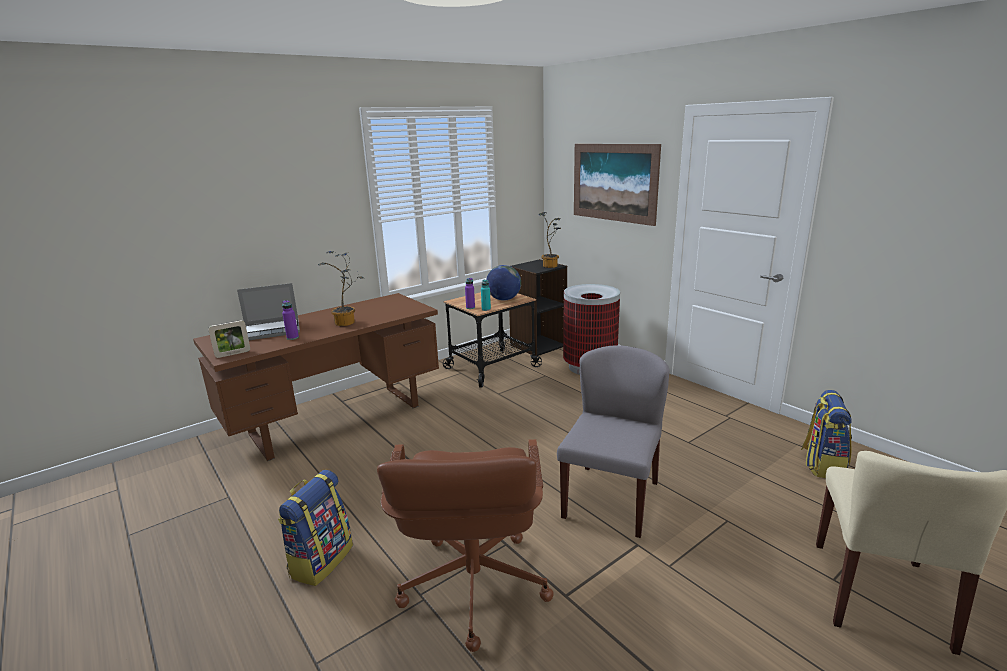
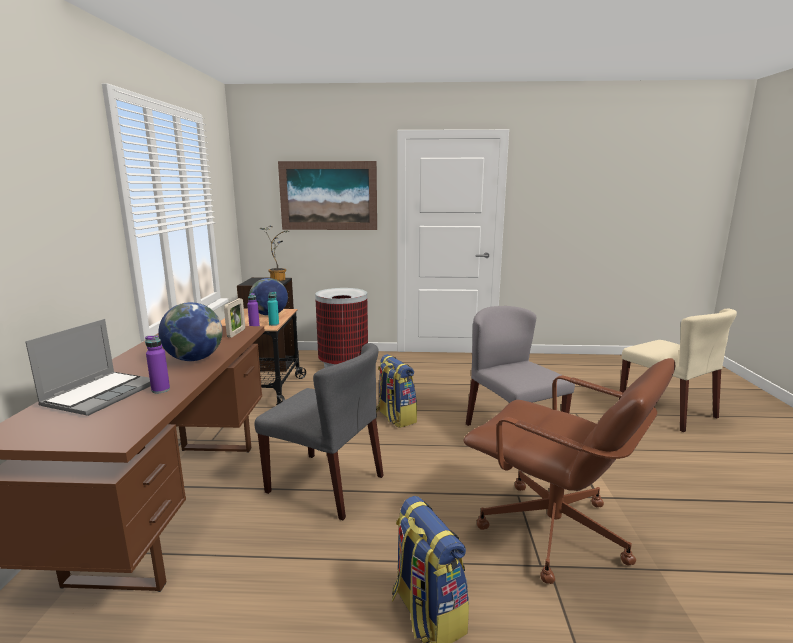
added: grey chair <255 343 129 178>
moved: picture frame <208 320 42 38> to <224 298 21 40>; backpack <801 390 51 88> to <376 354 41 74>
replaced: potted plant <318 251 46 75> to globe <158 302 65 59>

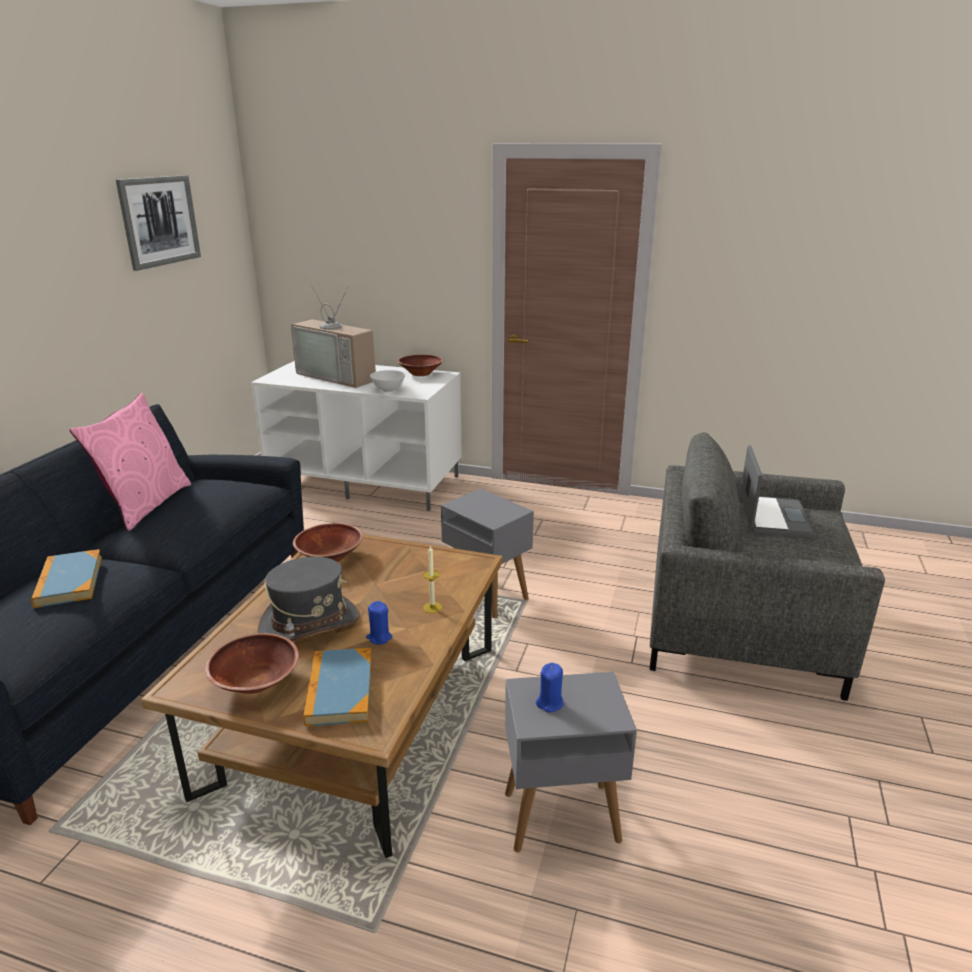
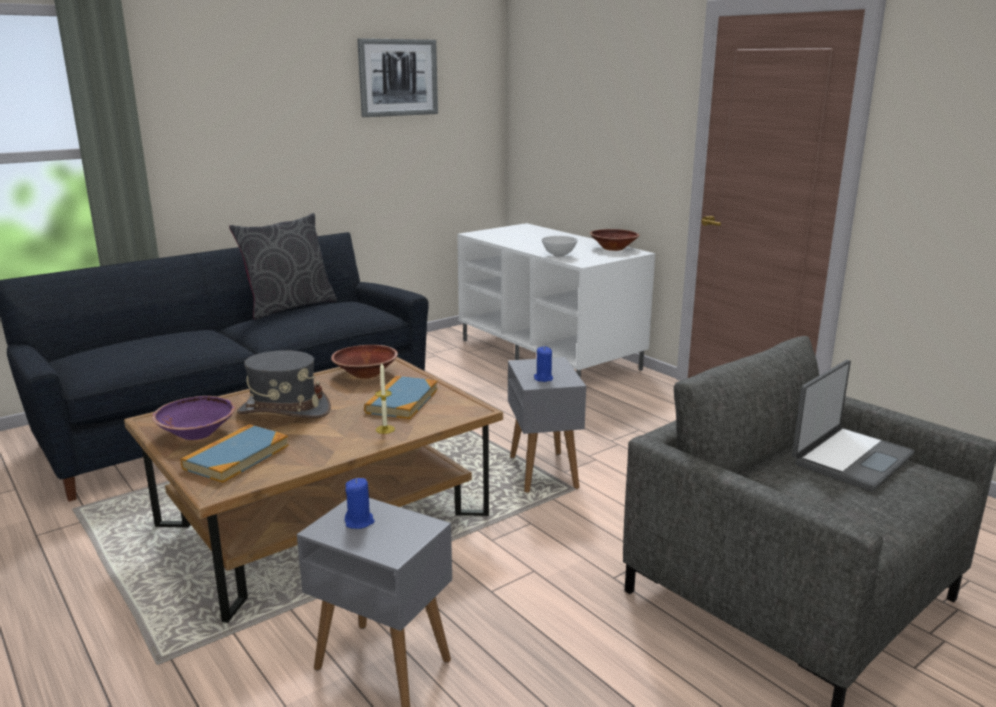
removed: television <291 280 85 108>
moved: book <31 549 71 59> to <364 376 74 43>; blue candle <366 601 26 44> to <534 346 19 36>
recoloured: pink pillow <70 393 121 138> to grey pillow <229 213 108 107>; brown bowl <205 633 94 61> to purple bowl <152 396 84 44>

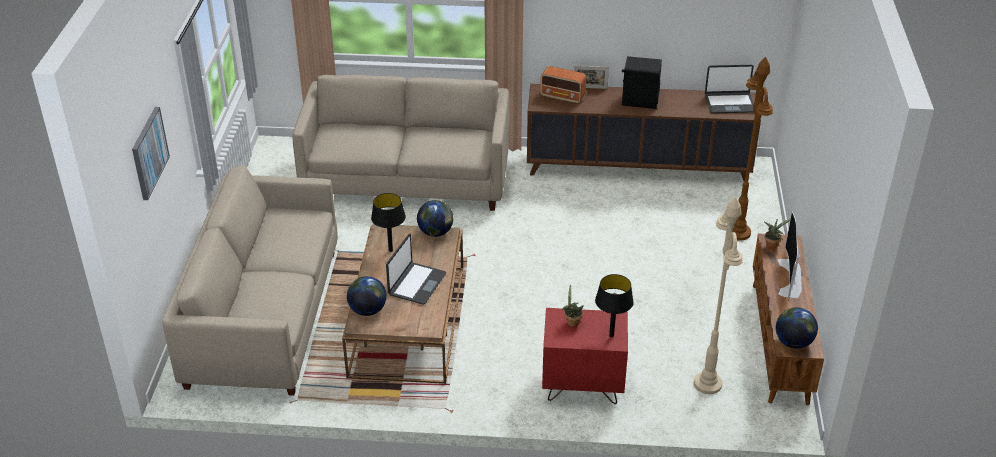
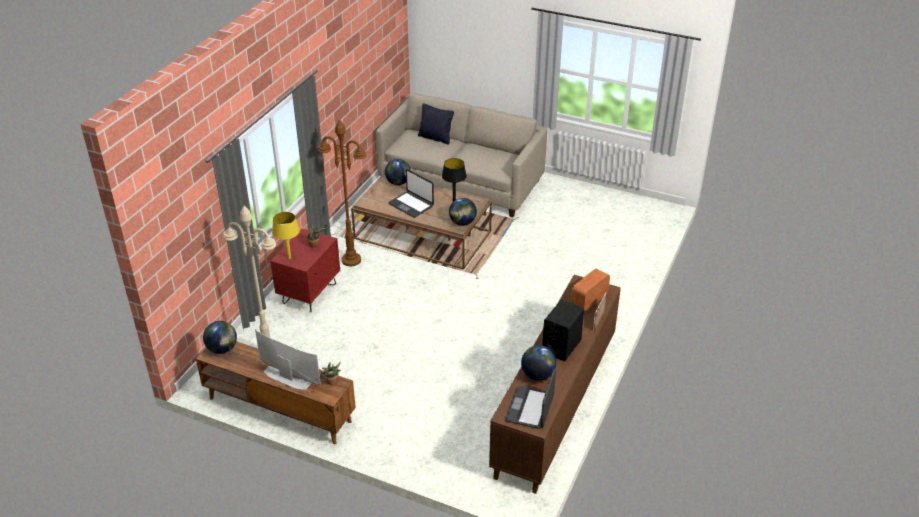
removed: beige sofa <292 75 217 136>; picture <132 107 38 93>
added: black pillow <418 103 36 42>; globe <521 345 35 36>
moved: brown floor lamp <733 57 40 184> to <318 120 48 146>
recoloured: black table lamp <595 274 39 63> to yellow table lamp <272 212 28 47>

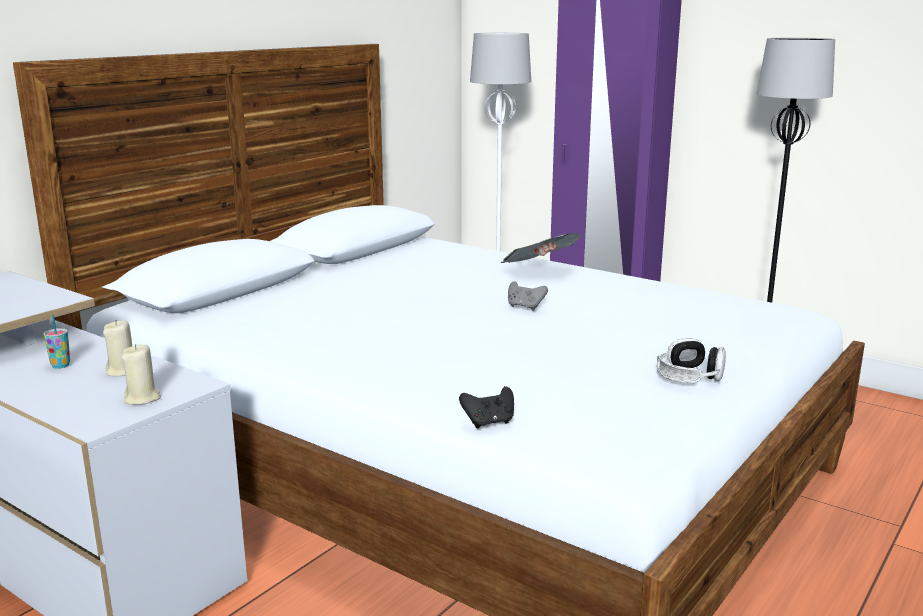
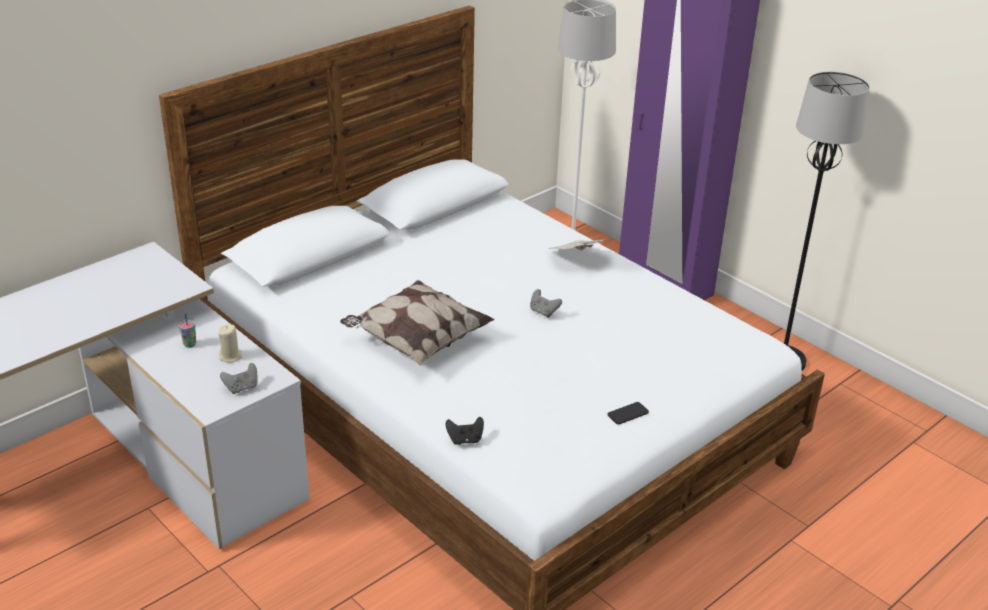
added: pillow <340 280 155 86>
replaced: headphones <657 338 69 45> to phone <608 402 41 23>; beige candle <122 344 39 61> to grey game controller <220 363 37 31>

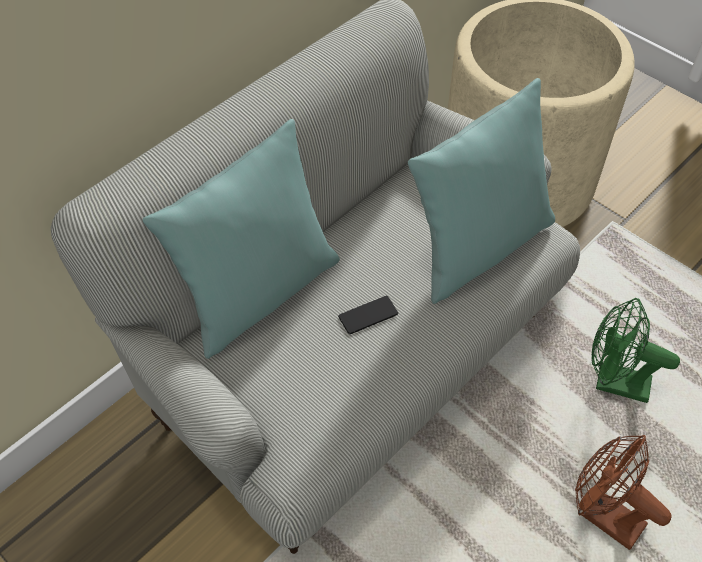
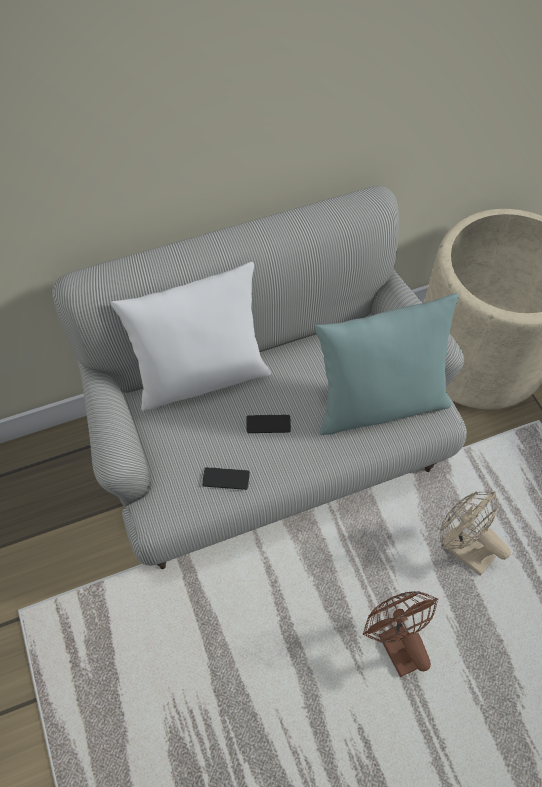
added: phone <202 467 48 23>
recoloured: turquoise pillow <142 119 198 240> to white pillow <111 262 160 149>; green fan <591 298 89 105> to beige fan <440 491 71 85>

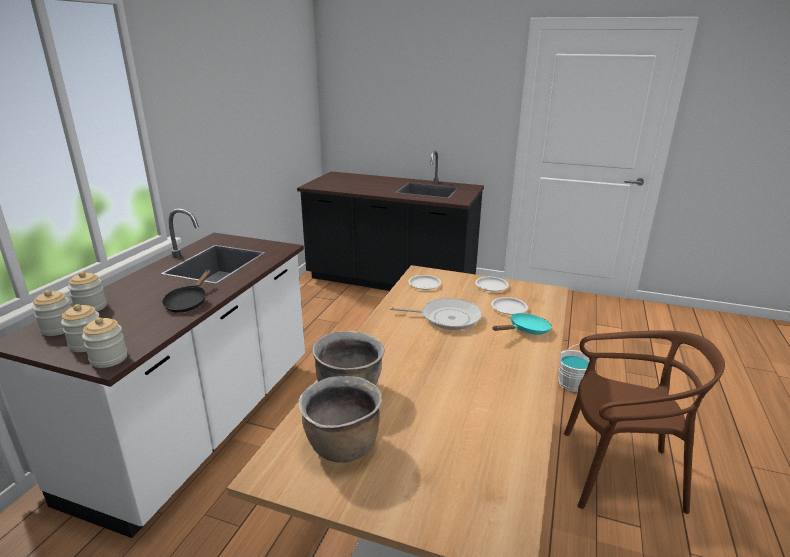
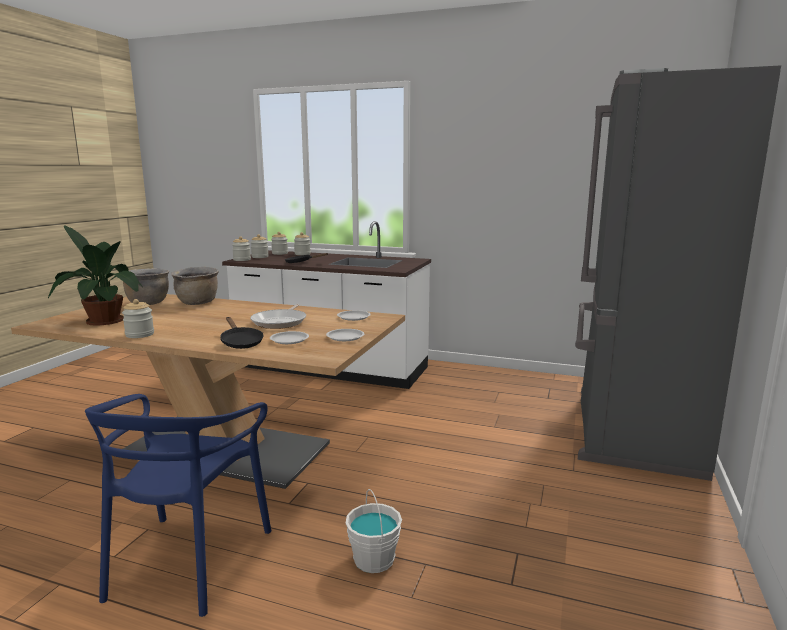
added: potted plant <48 226 95 100>; jar <122 299 32 39>
replaced: black counter <297 151 187 140> to grey fridge <575 65 206 416>
recoloured: turquoise frying pan <492 313 60 22> to black frying pan <220 317 43 32>; brown chair <564 330 161 184> to blue chair <85 394 186 223>

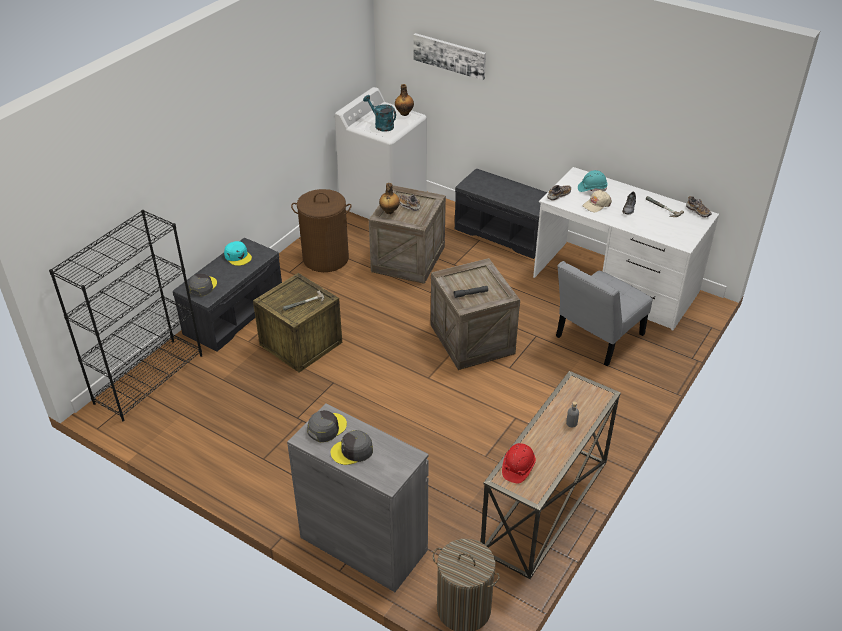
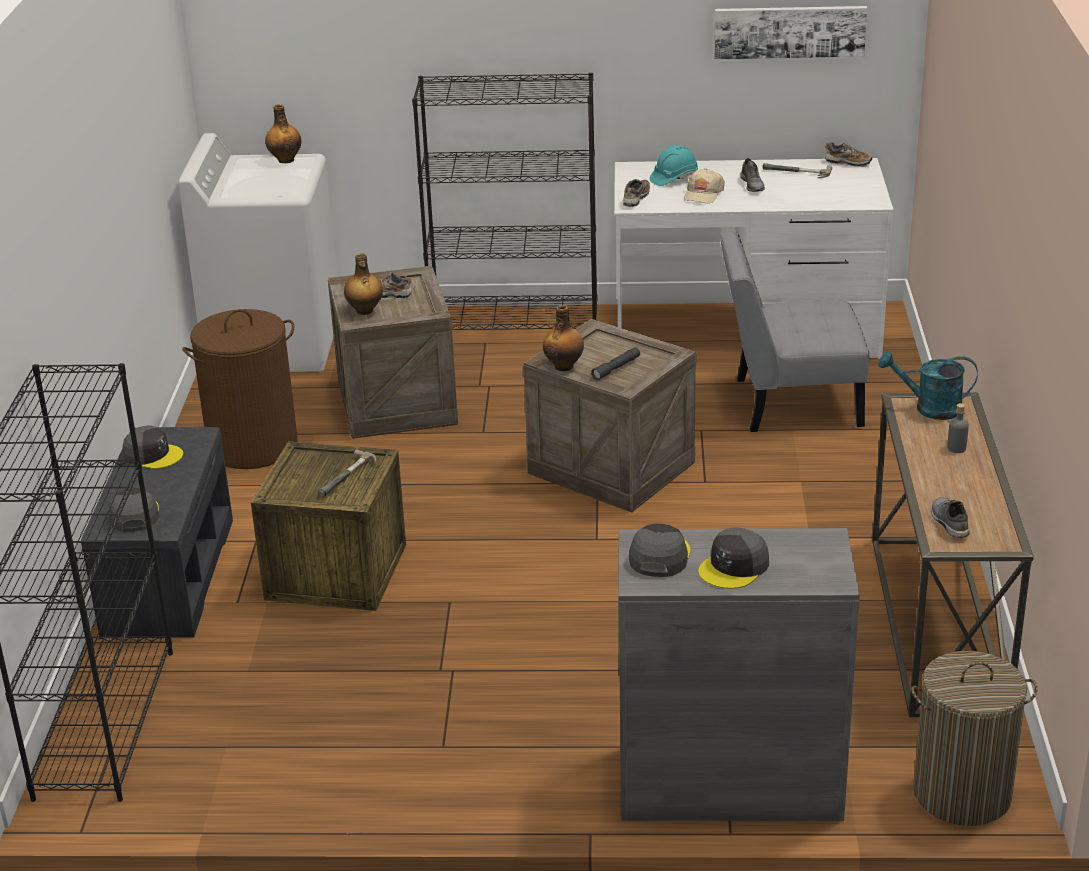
added: bottle <543 305 41 66>
moved: picture <413 33 73 47> to <714 6 153 53>; turquoise watering can <363 95 33 37> to <878 351 100 69>
replaced: grey bench <455 169 92 90> to black bookcase <412 73 186 257>; red hard hat <502 443 34 40> to grey shoe <931 497 39 41>
recoloured: turquoise cap <224 241 28 25> to grey cap <122 425 61 44>
turned: grey chair <556 261 96 105> = <720 229 149 203> 75 degrees clockwise

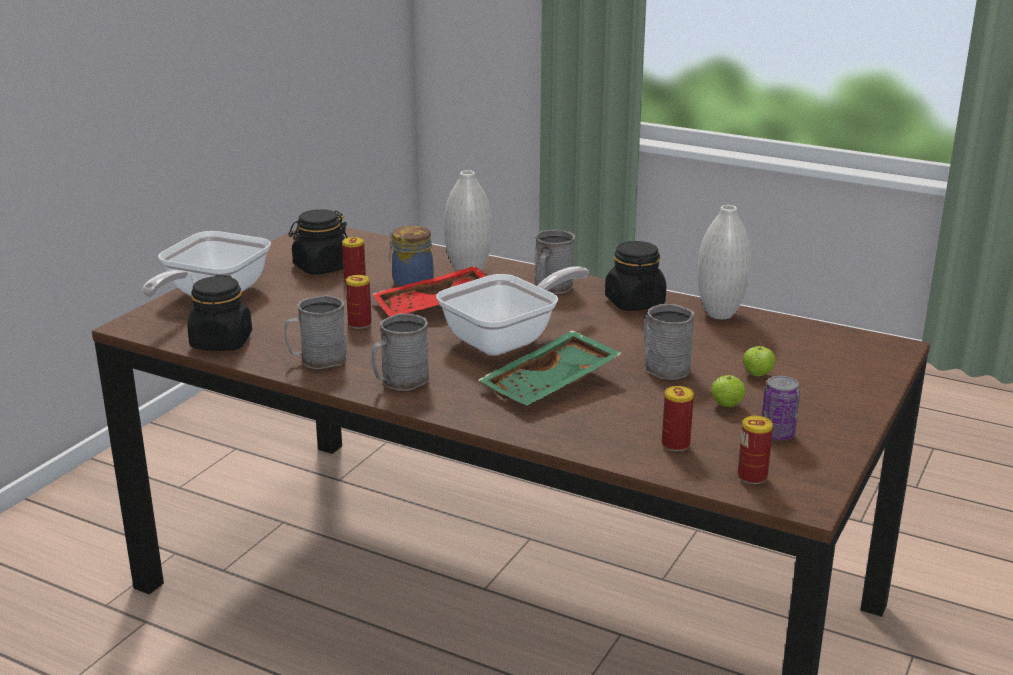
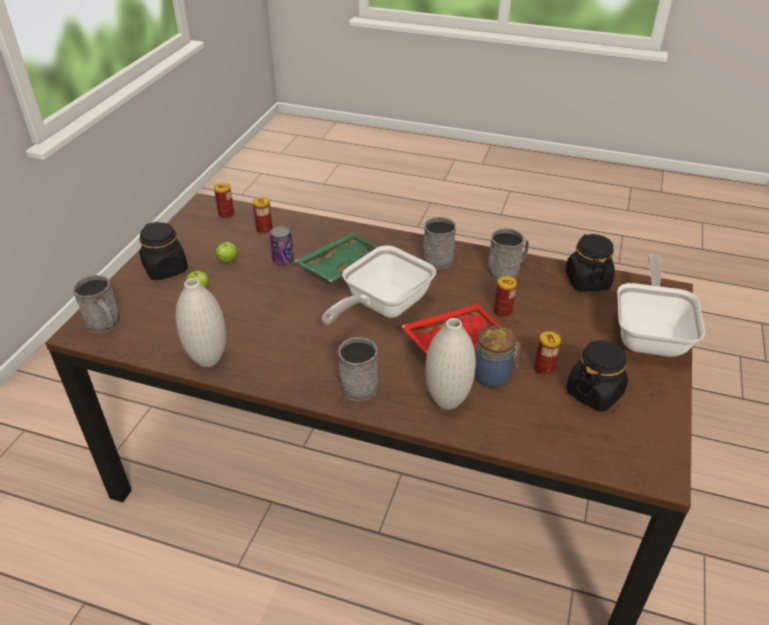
moved: black jar <605 241 61 70> to <139 221 49 59>; grey mug <644 304 50 76> to <72 275 49 58>; can <762 376 38 65> to <270 226 24 39>

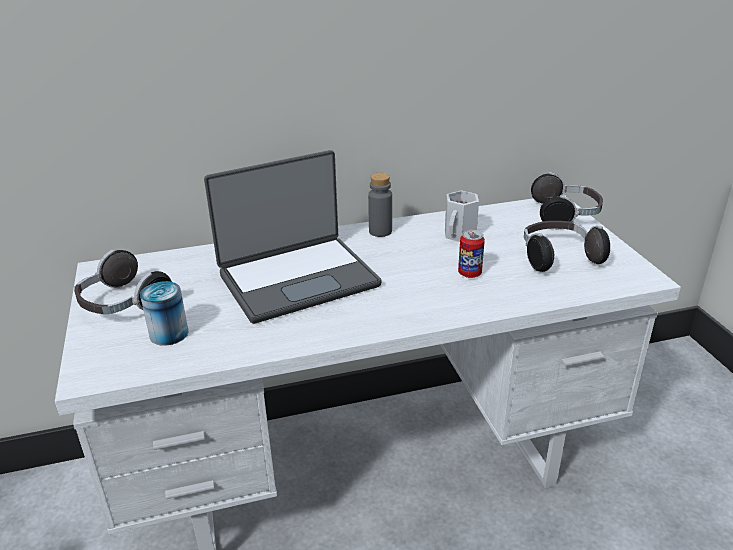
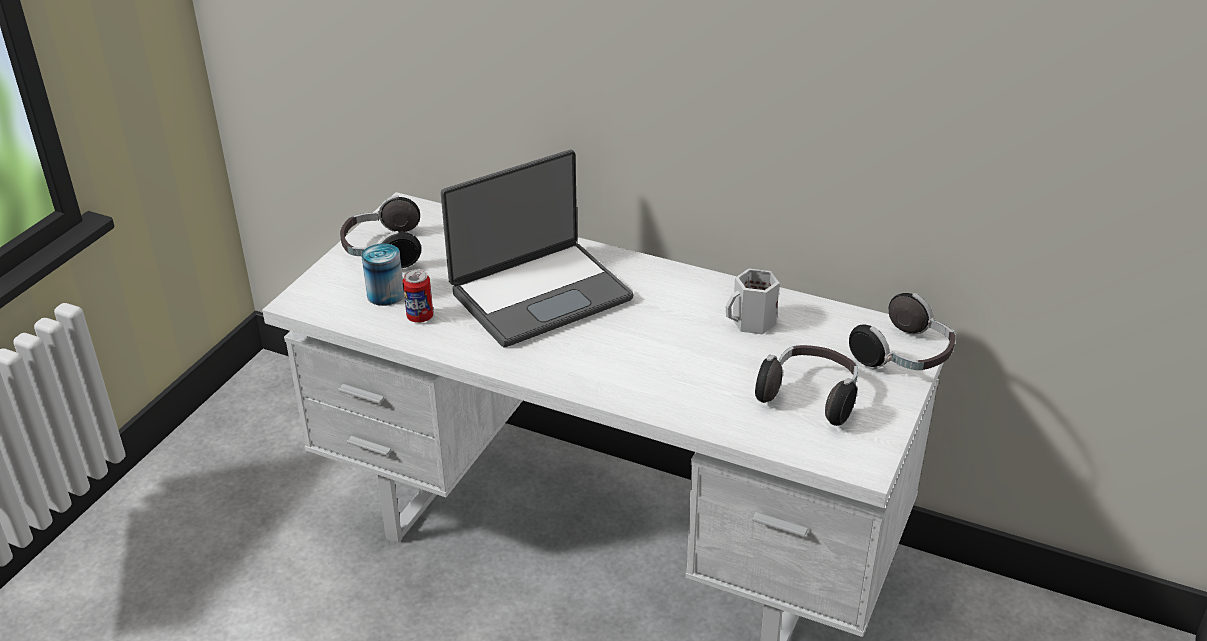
removed: grey bottle <368 173 24 64>
moved: can <458 230 27 48> to <403 269 30 54>
turned: laptop <204 150 177 174> = <441 150 192 197> 45 degrees counterclockwise

